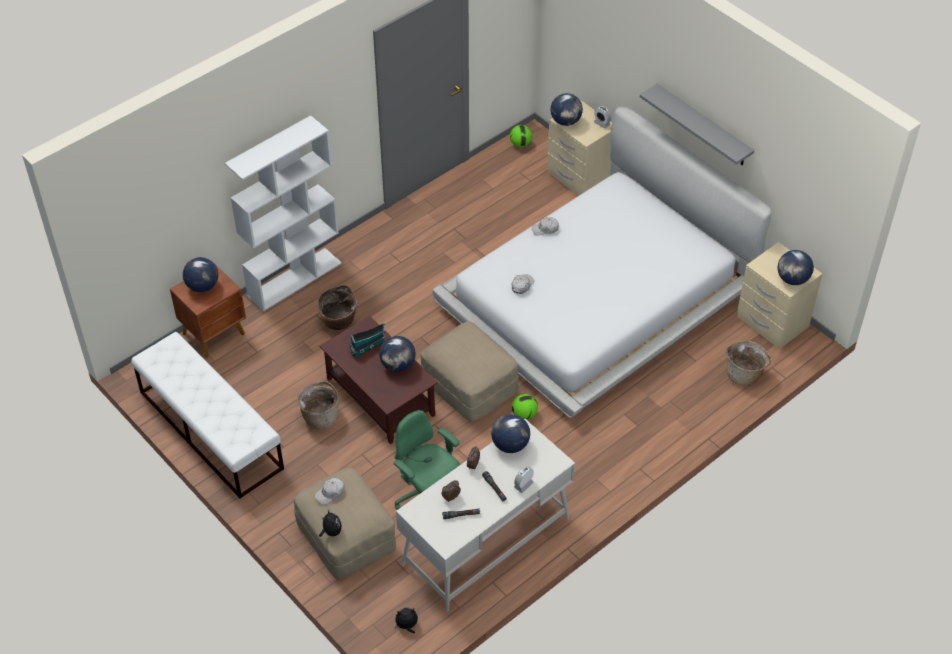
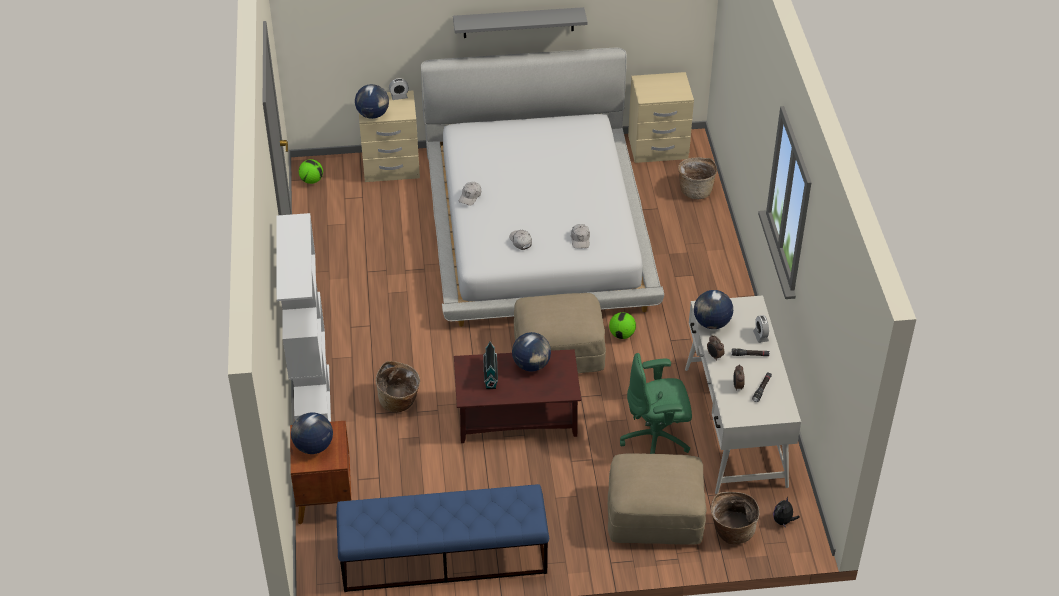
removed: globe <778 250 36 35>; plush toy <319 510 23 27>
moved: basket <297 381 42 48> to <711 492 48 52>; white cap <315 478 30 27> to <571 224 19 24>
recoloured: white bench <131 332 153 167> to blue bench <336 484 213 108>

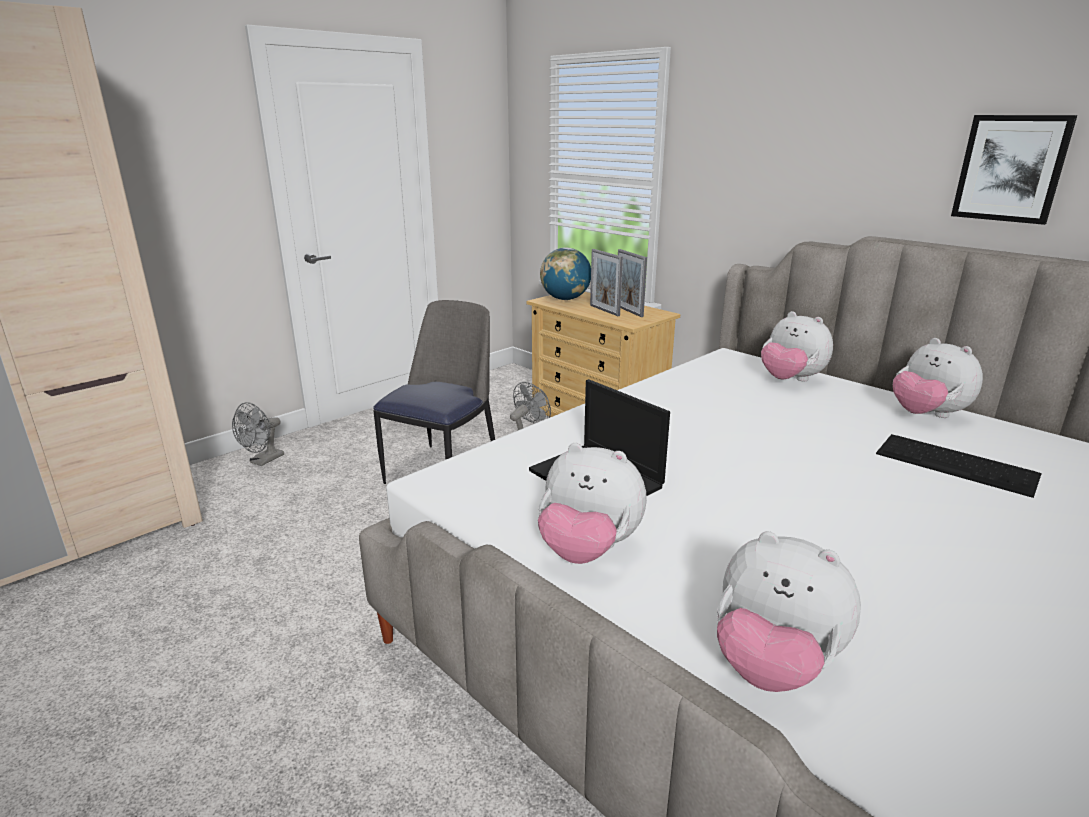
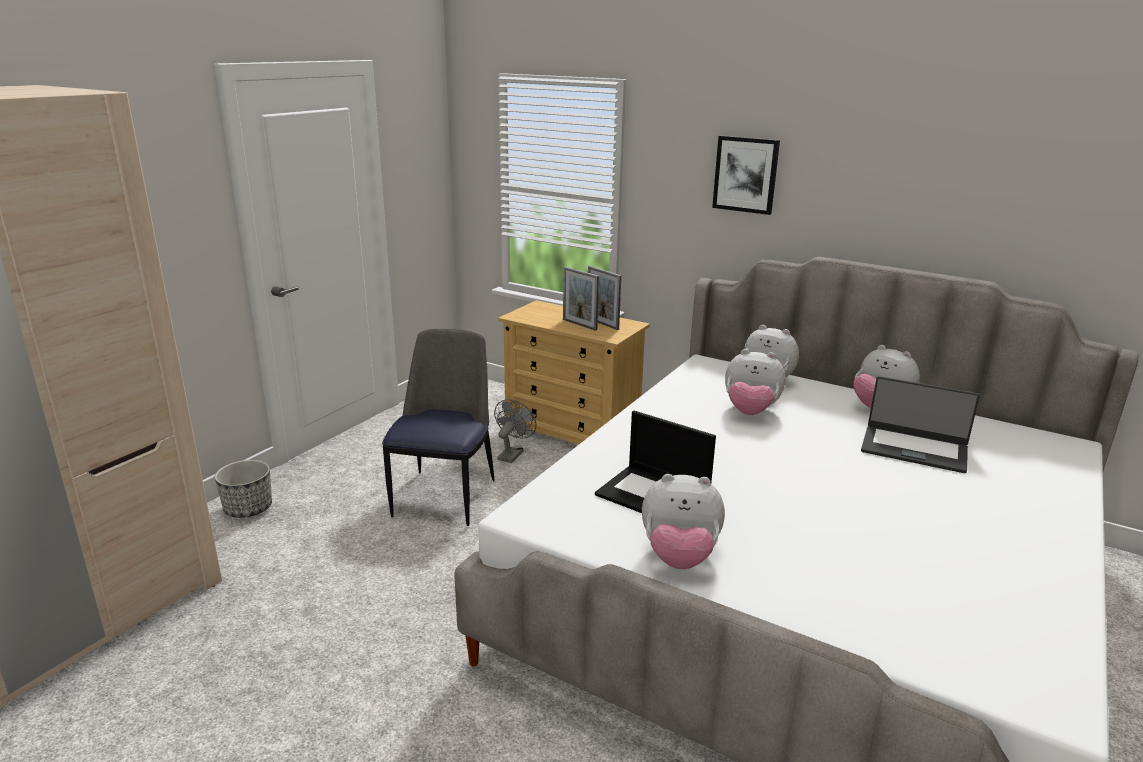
removed: globe <540 248 51 52>
moved: picture <951 115 126 110> to <712 135 68 80>; plush toy <717 531 144 161> to <725 349 60 66>
replaced: grey fan <232 402 52 64> to planter <215 460 57 58>; keyboard <876 434 166 64> to laptop <861 376 119 97>

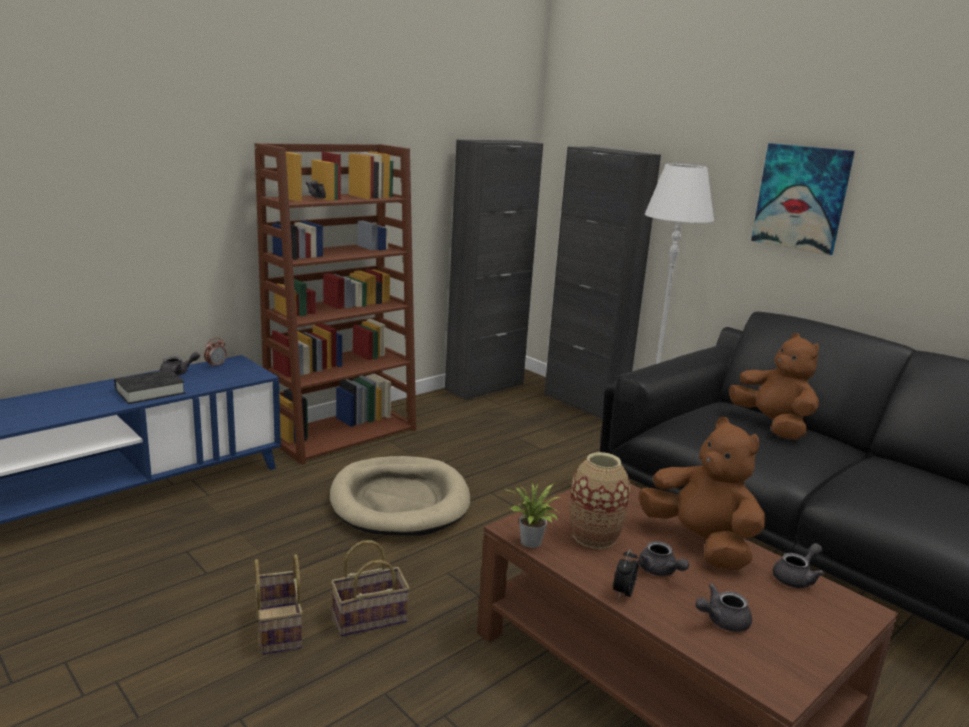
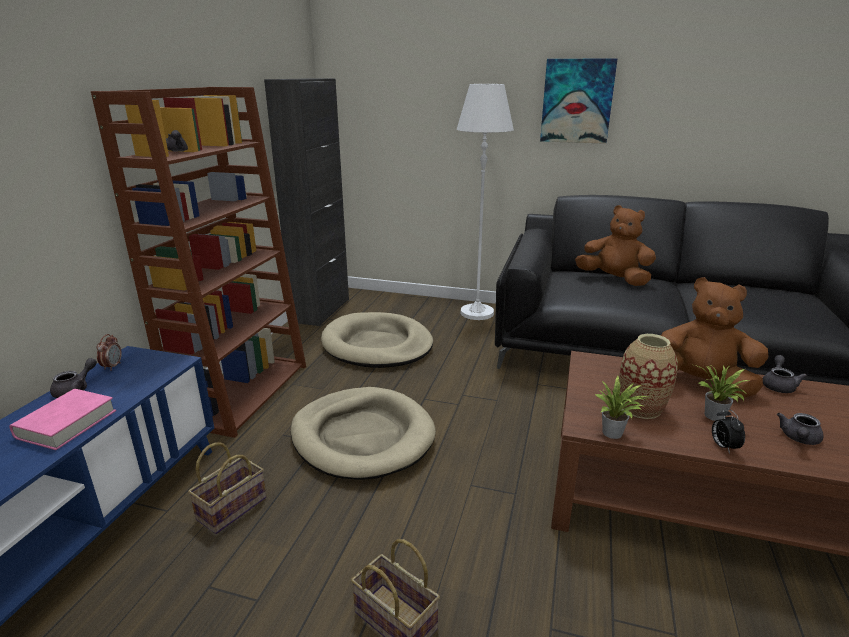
removed: black cabinet <544 147 117 272>
added: beige dog bed <321 312 112 56>
moved: basket <331 540 79 97> to <188 442 79 92>
replaced: grey teapot <638 541 51 35> to potted plant <694 364 55 57>
recoloured: black book <114 369 71 35> to pink book <9 389 107 61>

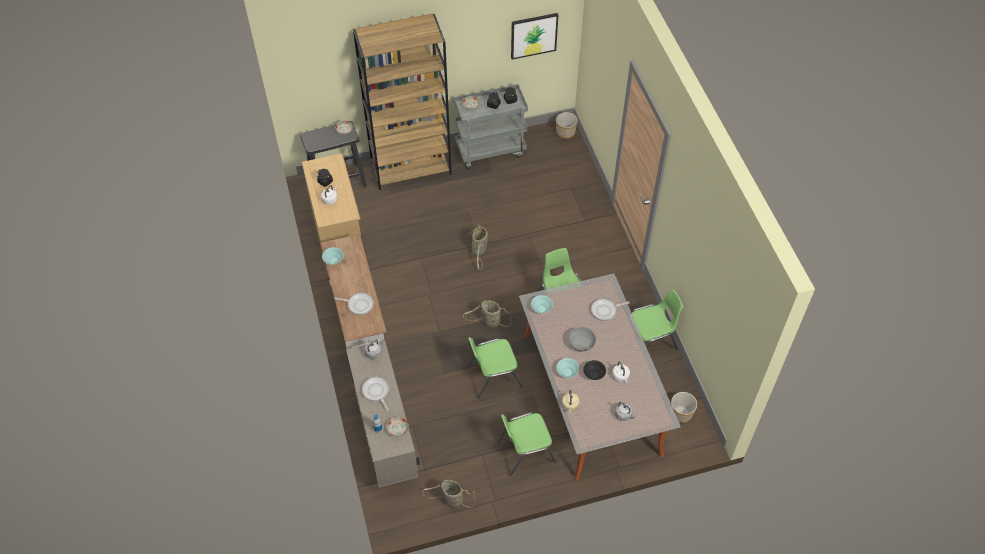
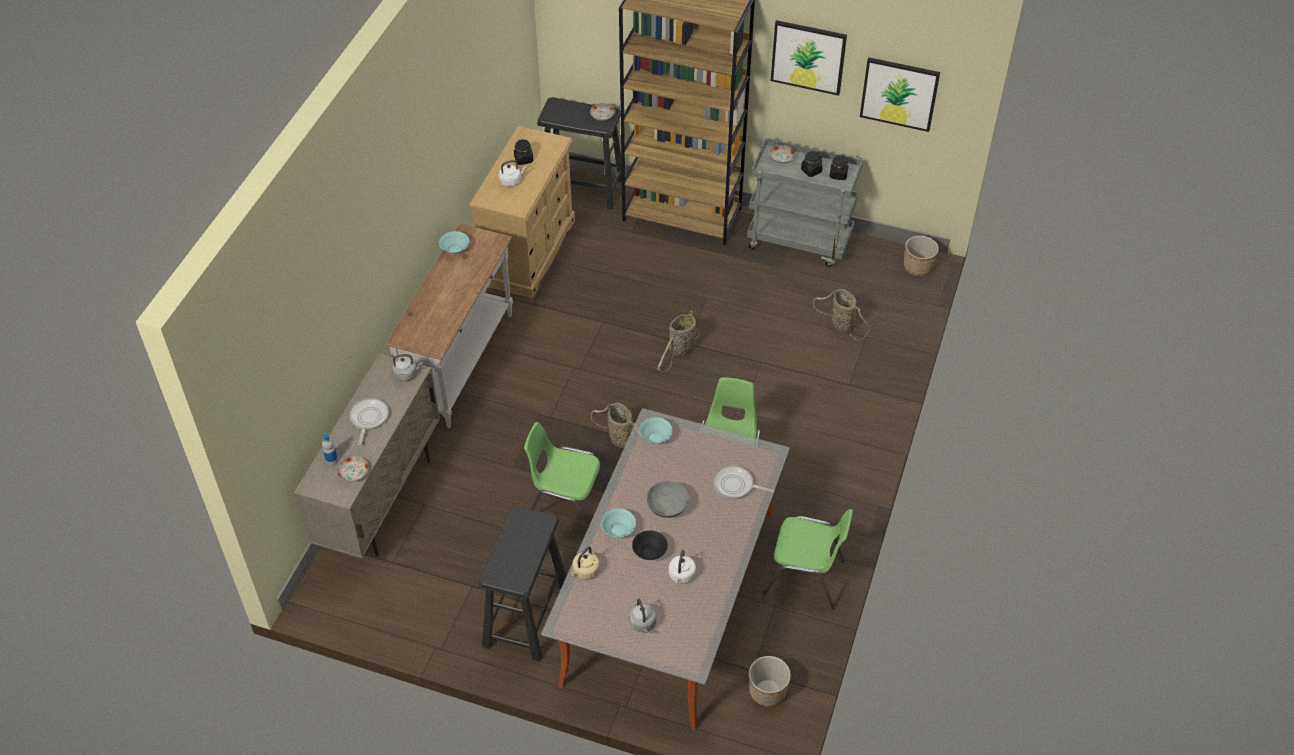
removed: frying pan <334 293 40 22>
added: picture <771 20 76 76>
moved: basket <422 480 53 28> to <813 289 58 52>
replaced: green chair <497 412 60 64> to black stool <478 506 88 156>

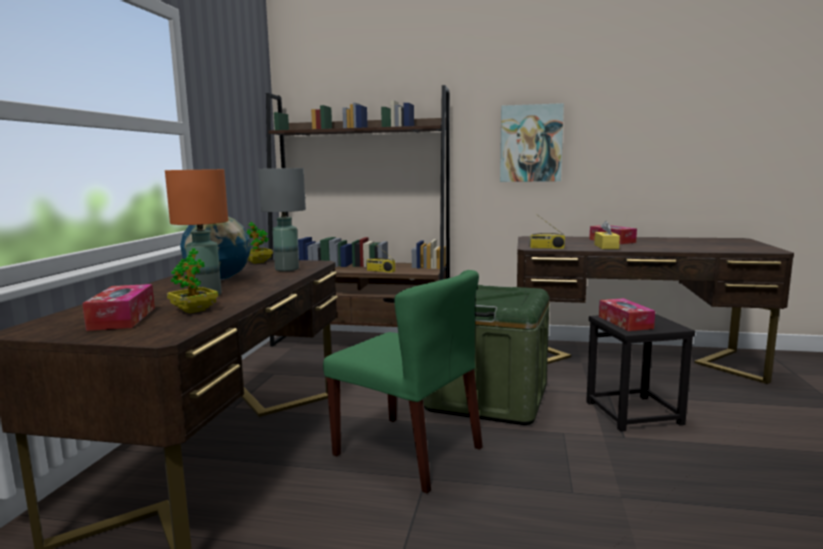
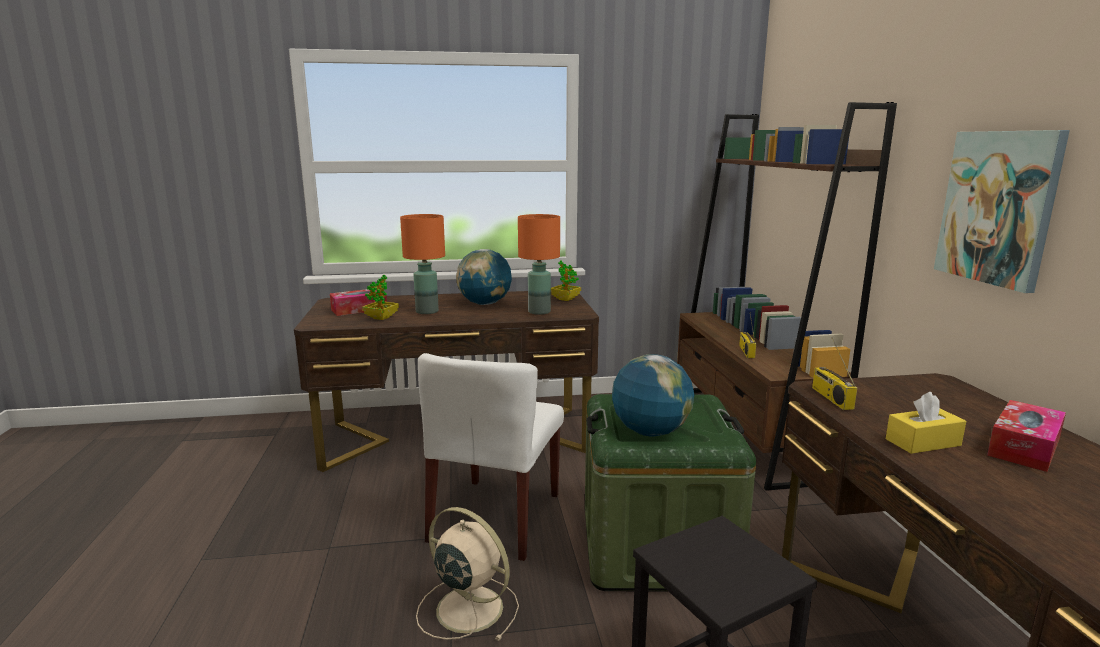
removed: tissue box <599 298 56 33>
added: globe <612 354 82 83>; beige fan <416 507 103 134>
recoloured: grey table lamp <258 168 48 103> to orange table lamp <518 214 42 101>; green chair <323 270 160 224> to white chair <418 353 146 208>

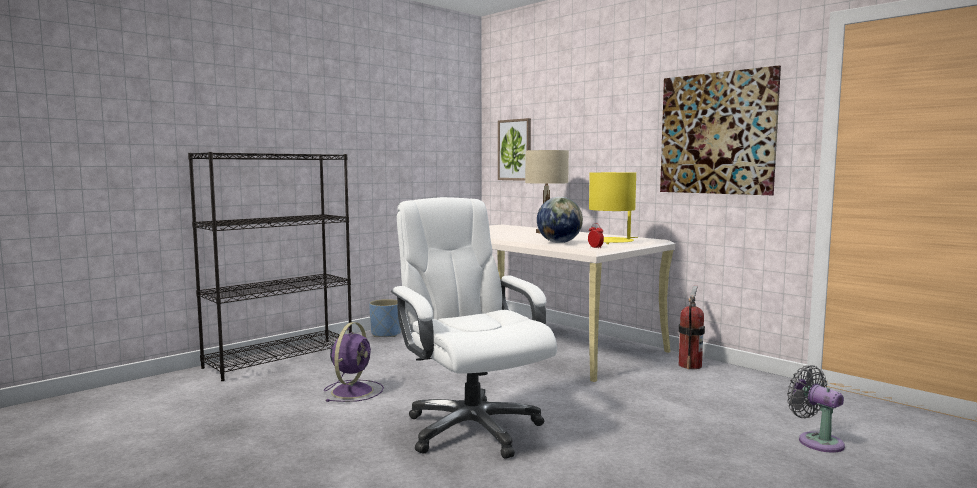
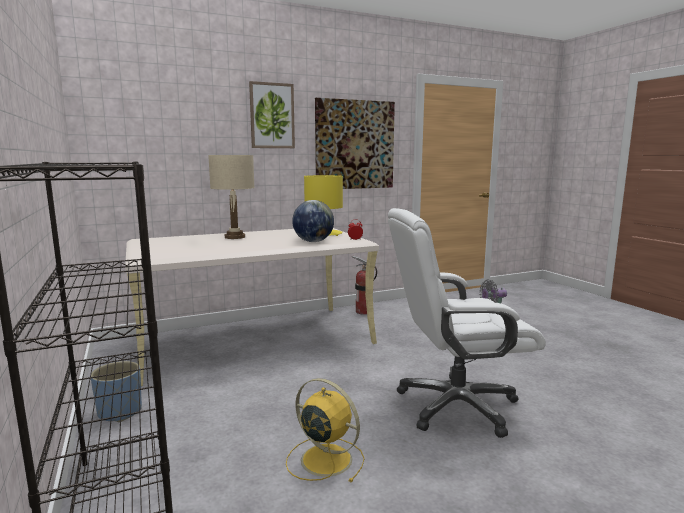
moved: picture <498 118 33 63> to <249 81 46 67>
recoloured: purple fan <324 322 60 80> to yellow fan <286 378 79 105>

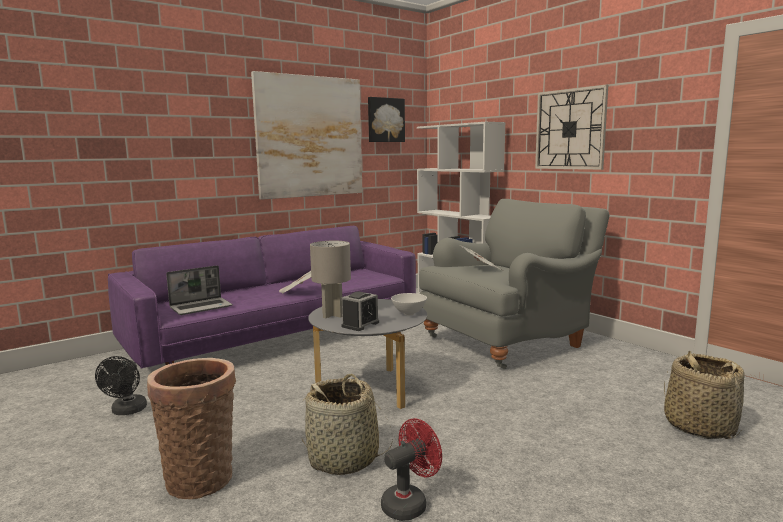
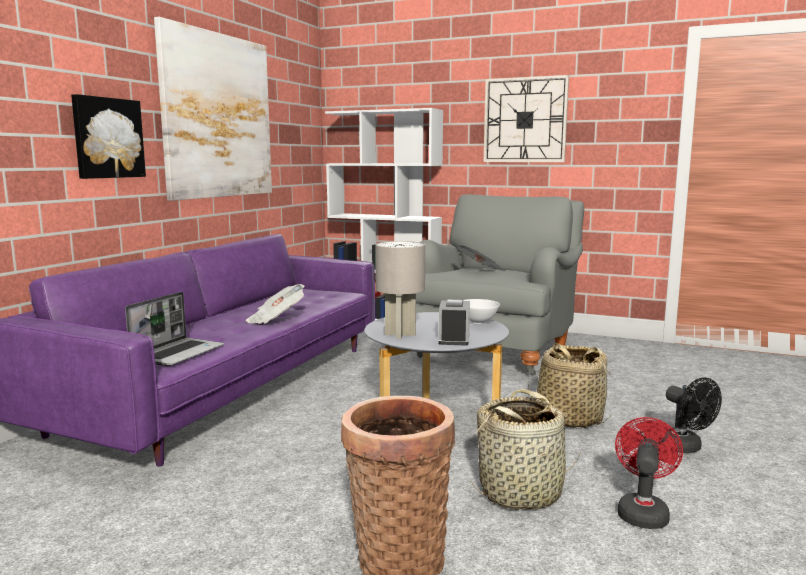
moved: picture <368 97 37 45> to <71 94 75 85>; basket <664 351 81 88> to <528 342 84 86>; black fan <95 356 52 59> to <658 378 64 75>

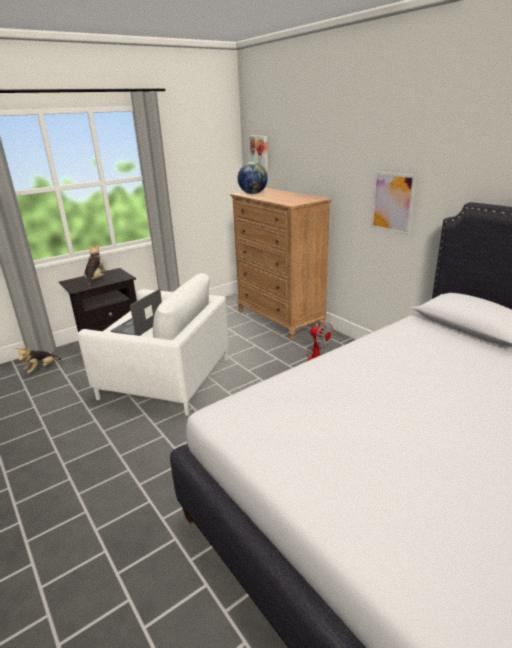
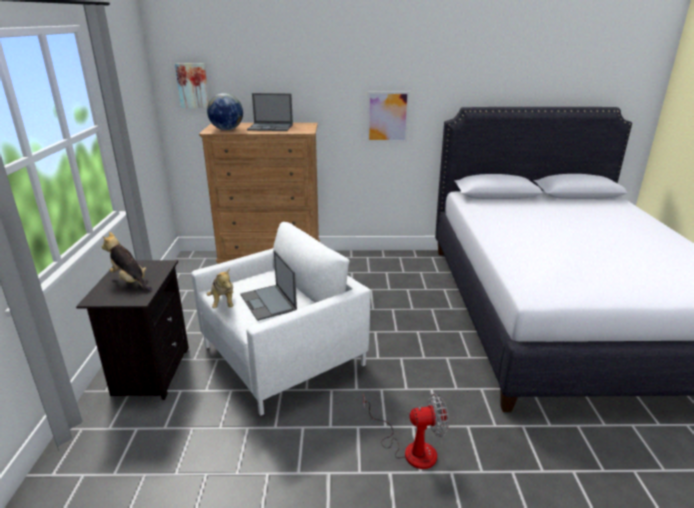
added: laptop <247 93 46 38>
moved: fan <306 323 28 38> to <363 394 86 75>; plush toy <16 347 45 26> to <207 268 26 40>

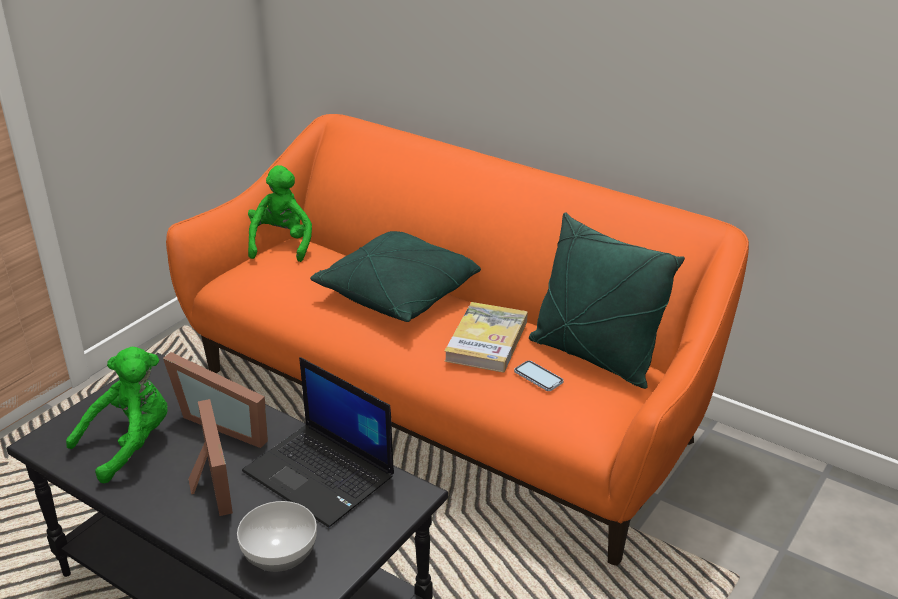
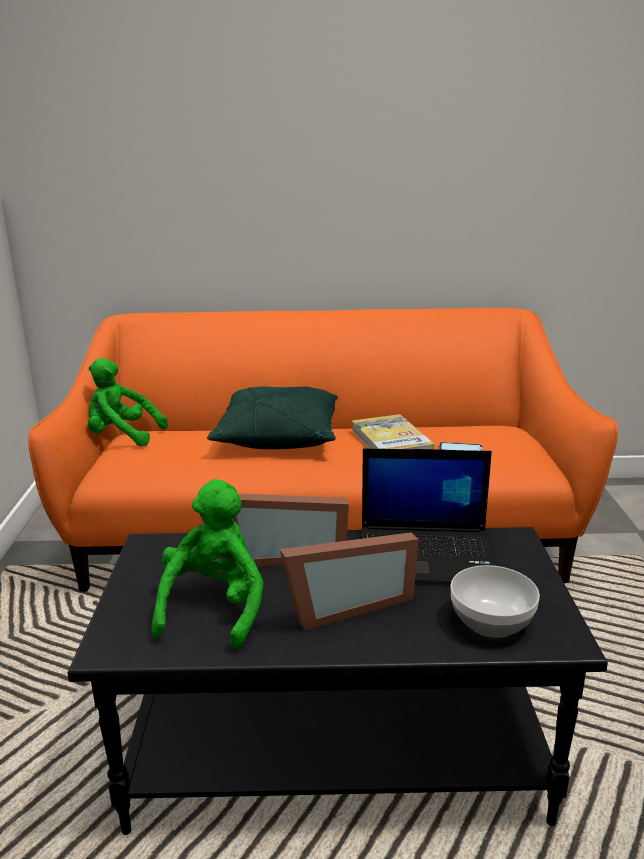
removed: green pillow <529 212 156 177>
turned: green plush toy <248 165 64 97> = <88 358 80 88> 45 degrees counterclockwise; picture frame <189 399 44 117> = <280 532 139 99> 120 degrees clockwise

